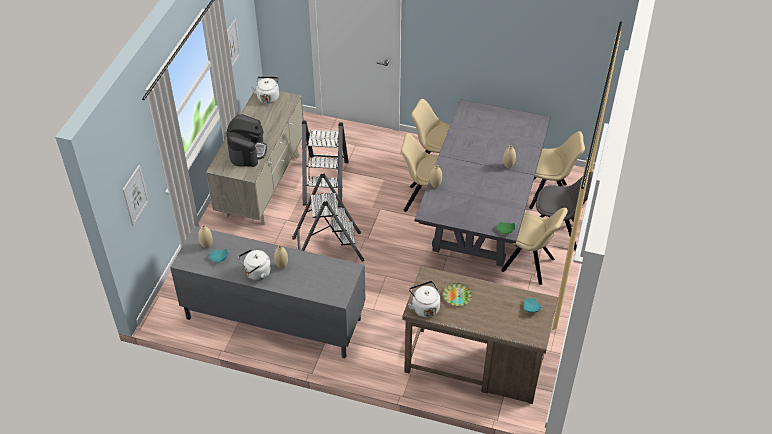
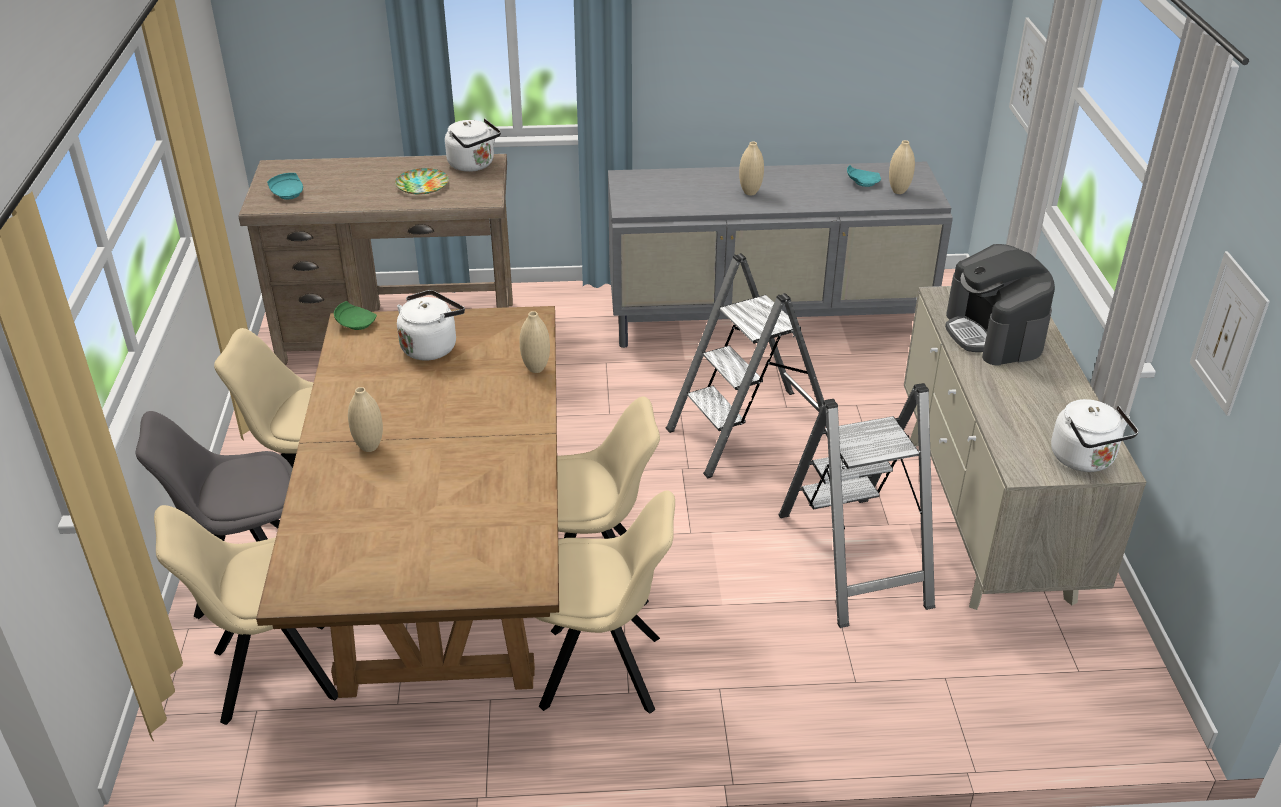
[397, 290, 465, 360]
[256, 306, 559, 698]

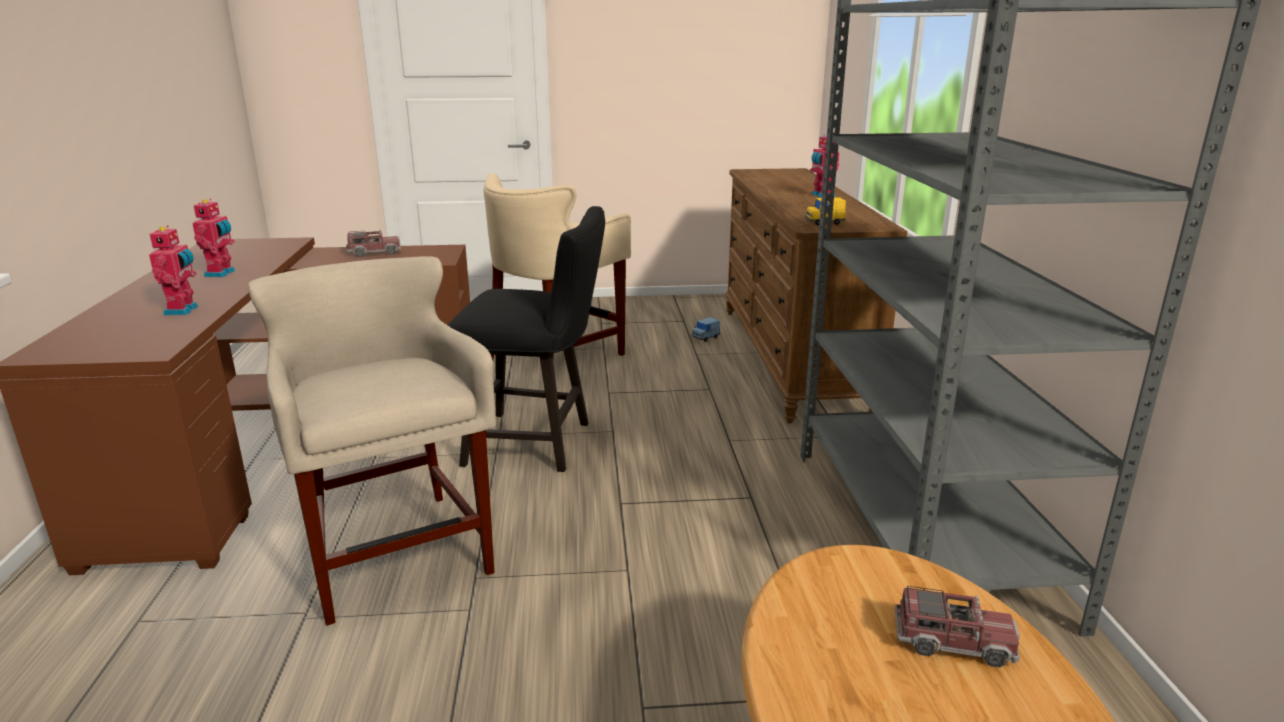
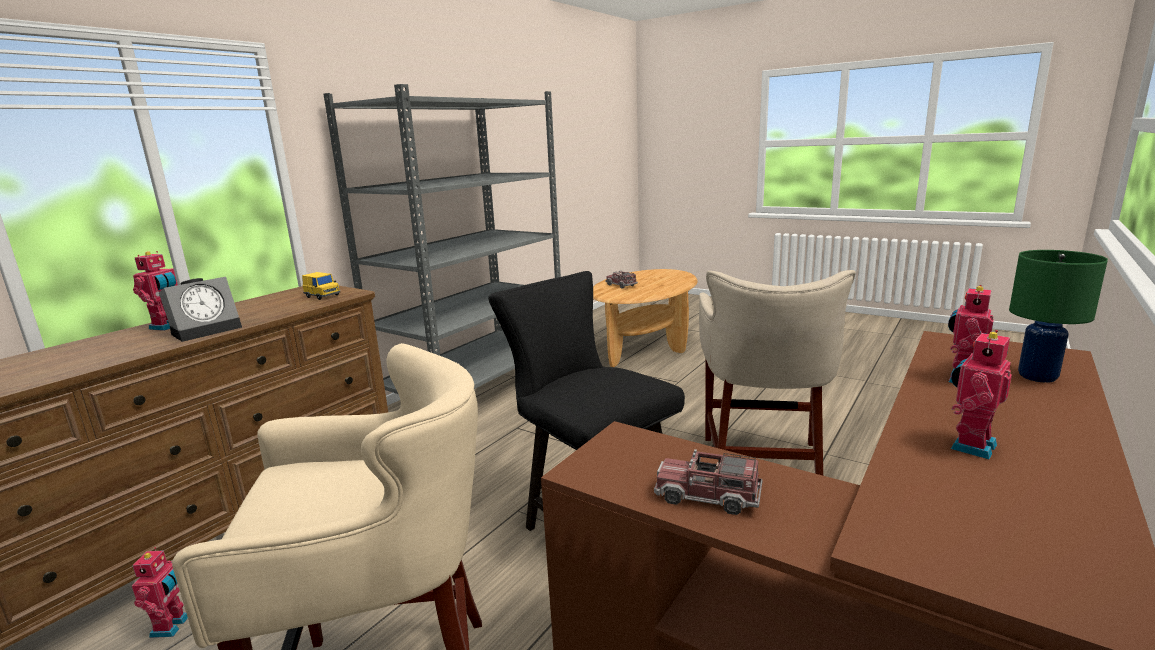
[132, 547, 188, 638]
[159, 277, 242, 342]
[1009, 250, 1108, 383]

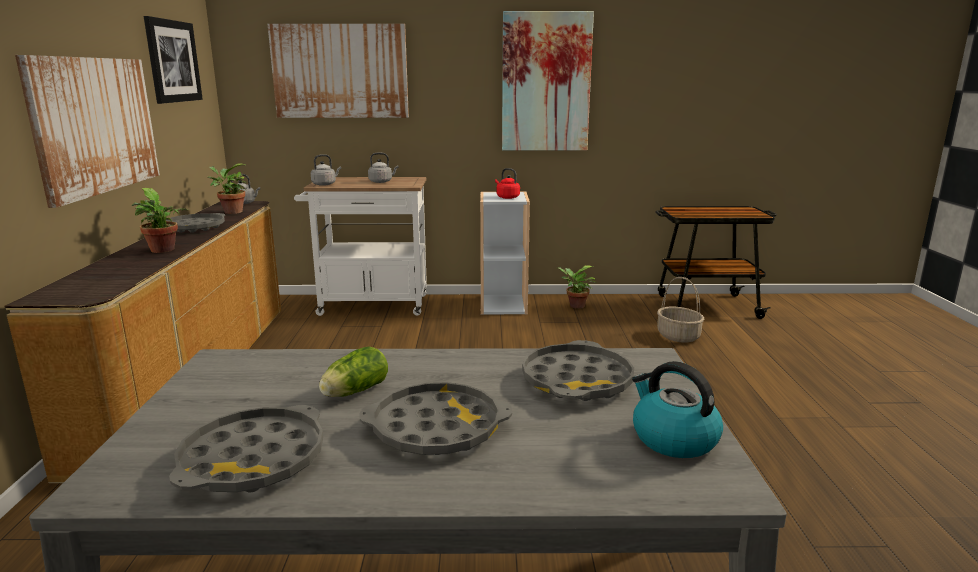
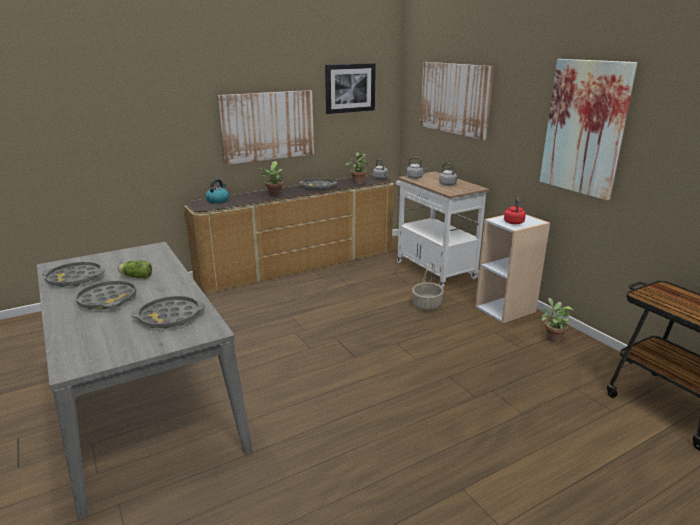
[205, 179, 229, 204]
[412, 262, 444, 311]

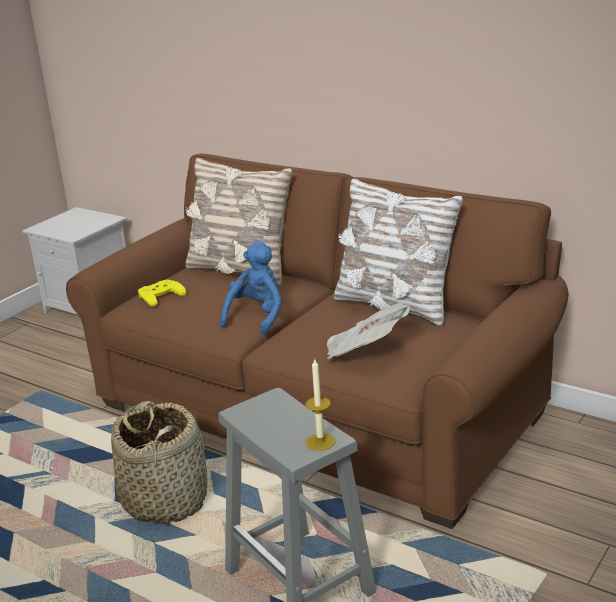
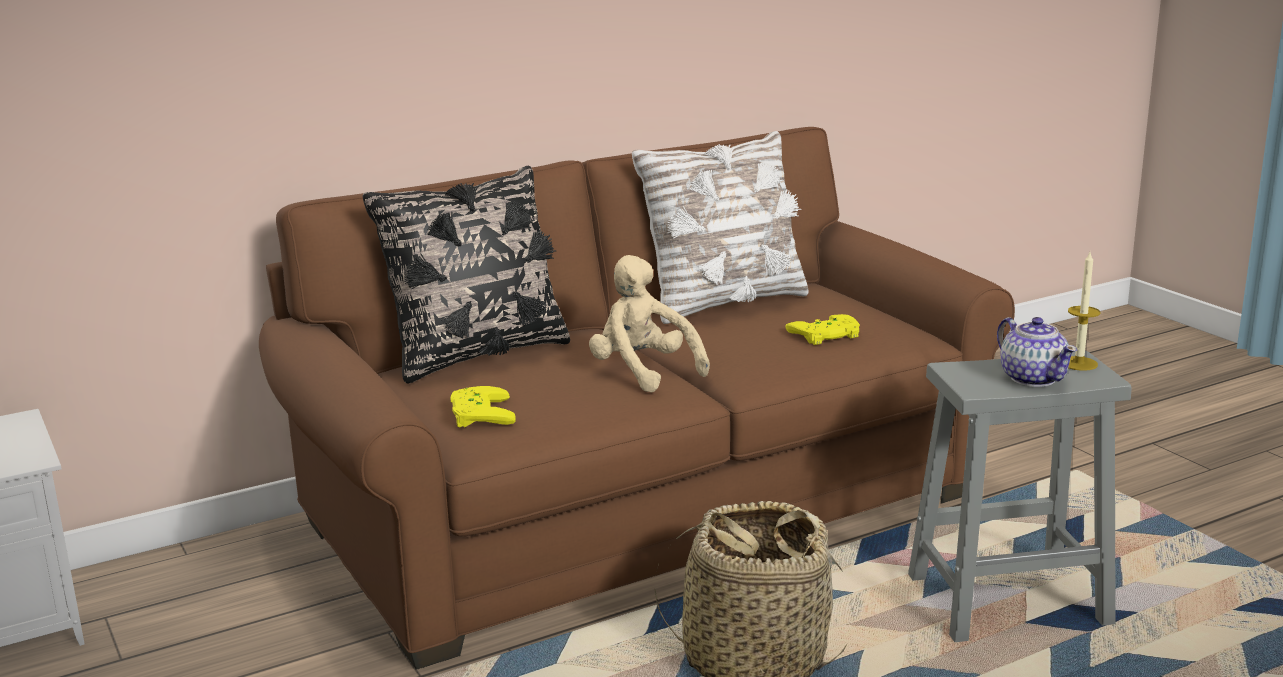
[363, 166, 570, 383]
[589, 255, 710, 393]
[785, 314, 860, 345]
[997, 317, 1077, 387]

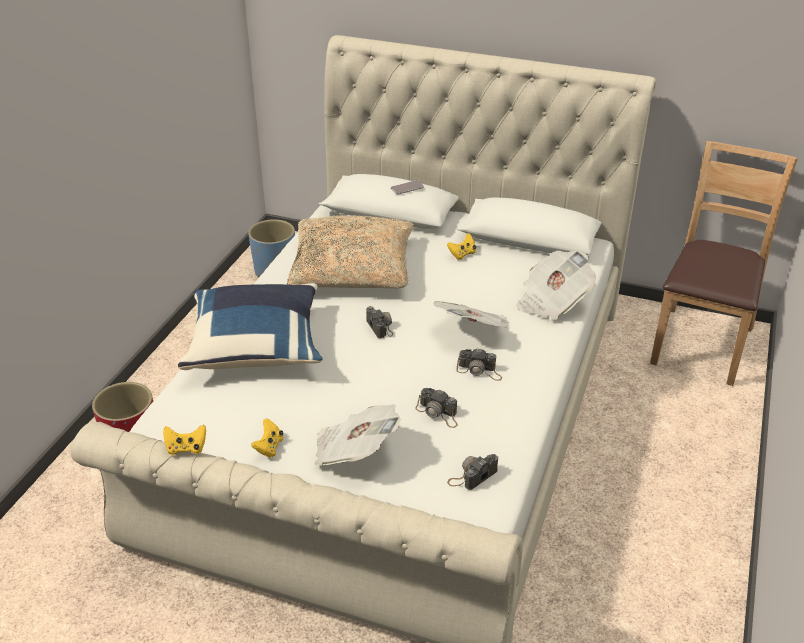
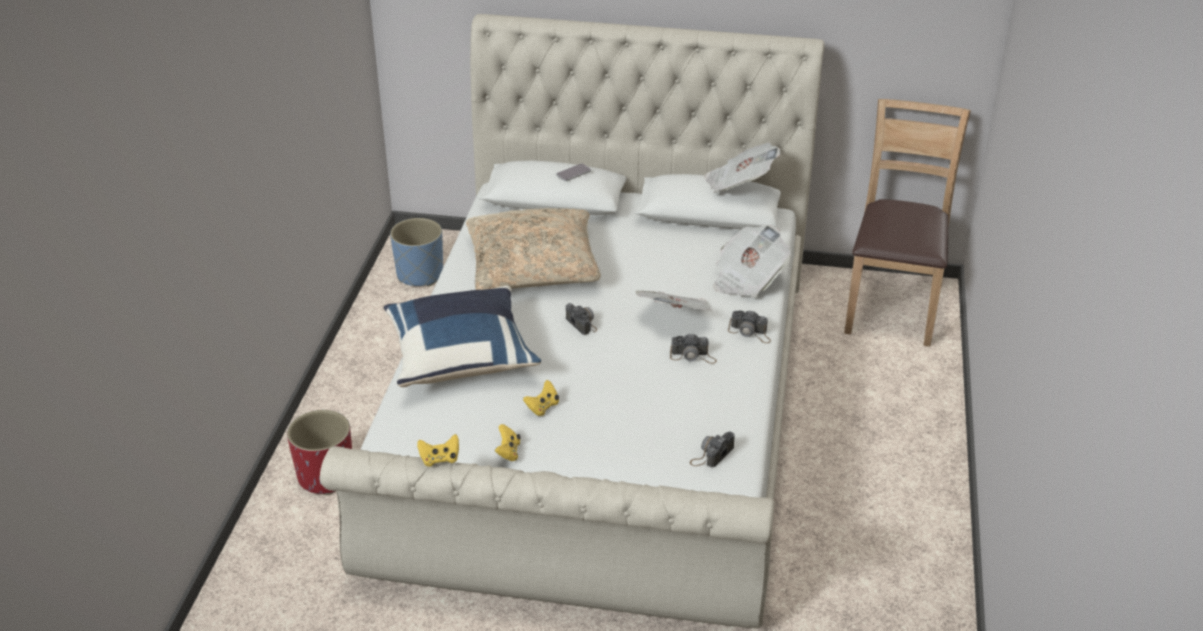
[704, 143, 780, 193]
[728, 310, 771, 343]
[523, 380, 559, 416]

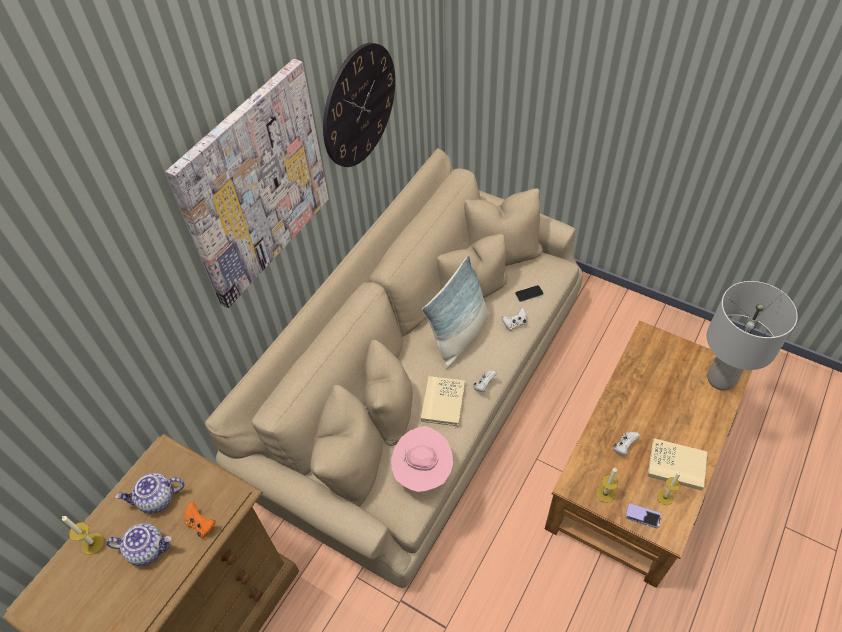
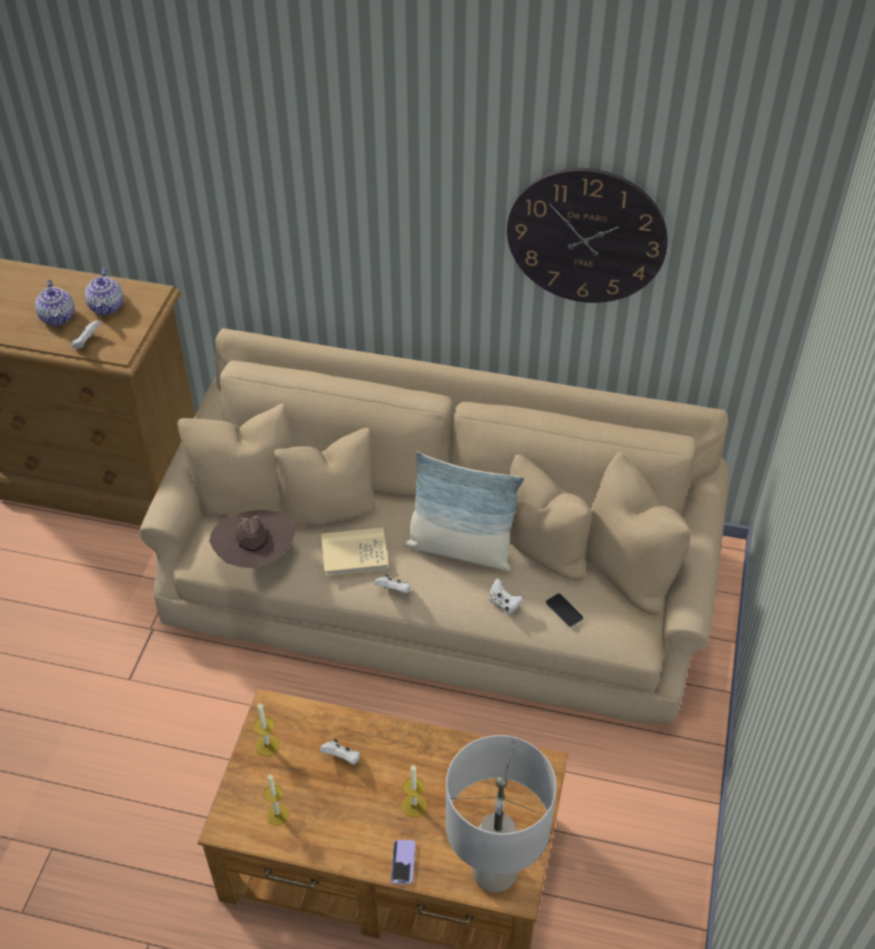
[402, 764, 427, 817]
[85, 268, 123, 316]
[166, 59, 329, 308] (first image)
[71, 320, 100, 349]
[209, 510, 296, 568]
[391, 840, 416, 884]
[647, 438, 707, 491] (first image)

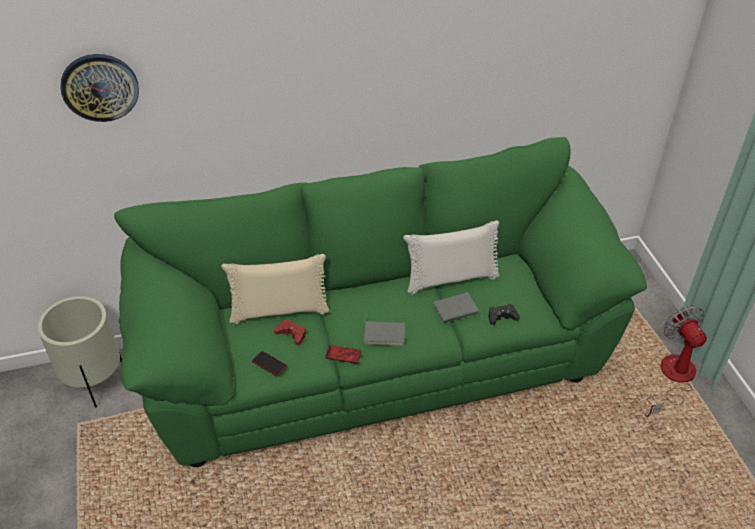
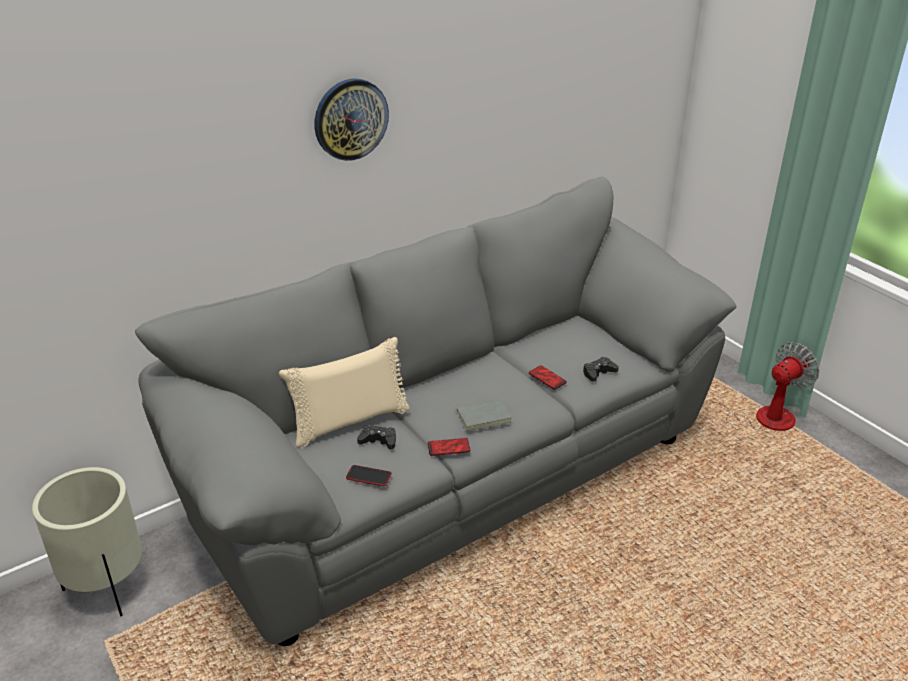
[314, 79, 389, 161]
[135, 176, 737, 646]
[357, 424, 396, 449]
[403, 221, 500, 295] (first image)
[529, 366, 567, 390]
[715, 342, 820, 431]

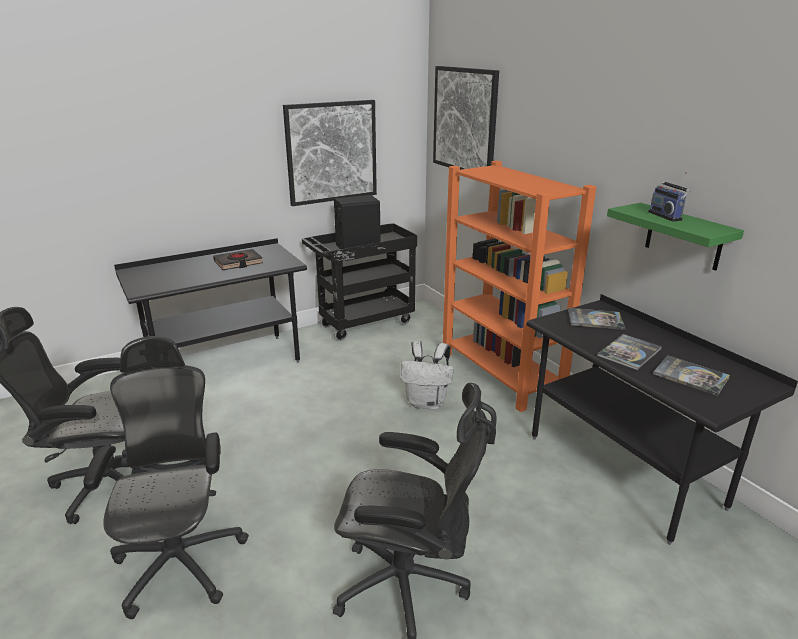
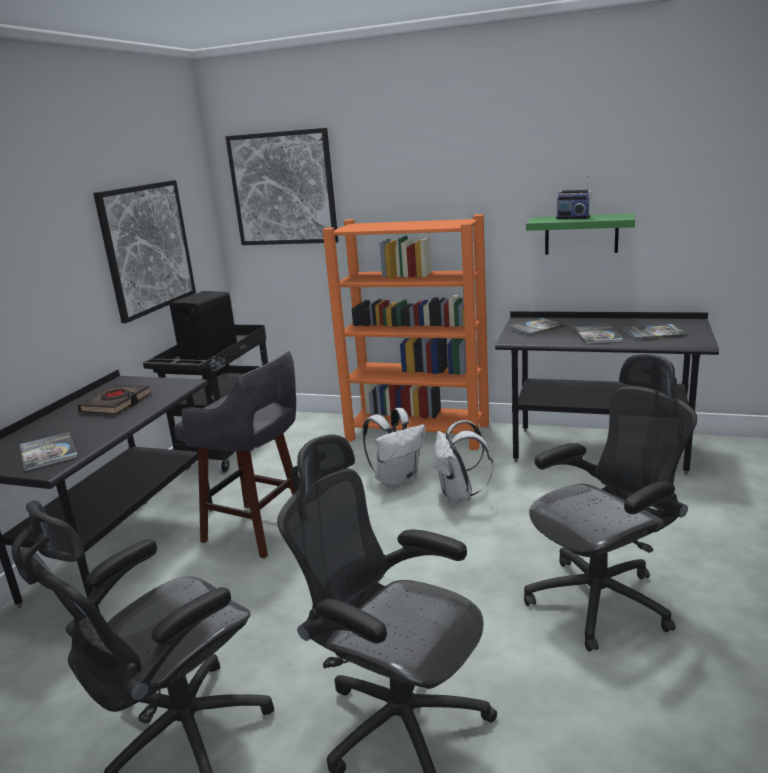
[20, 432, 78, 472]
[174, 351, 296, 559]
[434, 420, 493, 503]

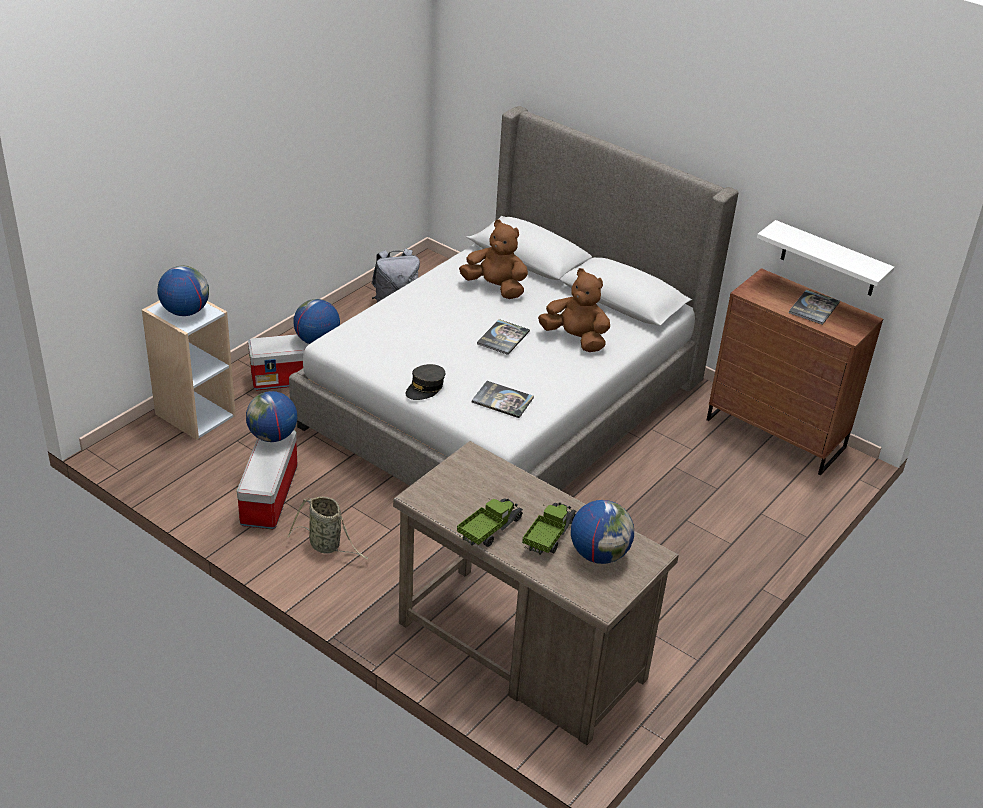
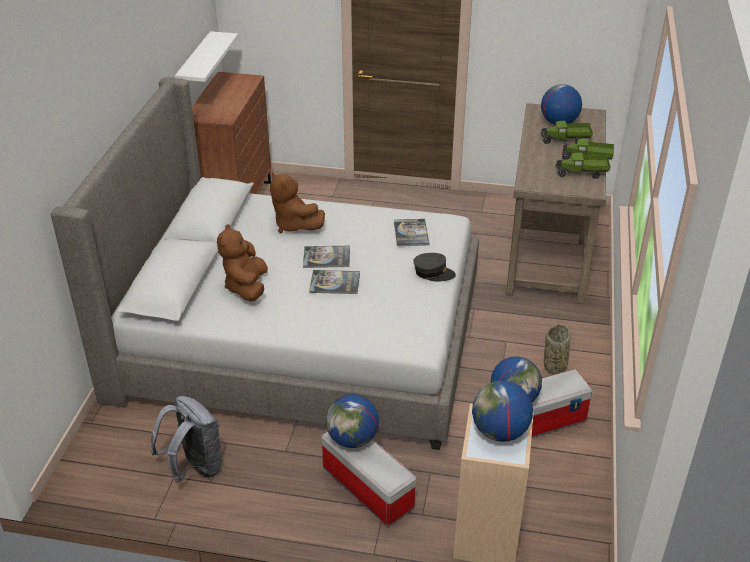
[270, 172, 325, 233]
[309, 270, 360, 294]
[555, 153, 611, 179]

